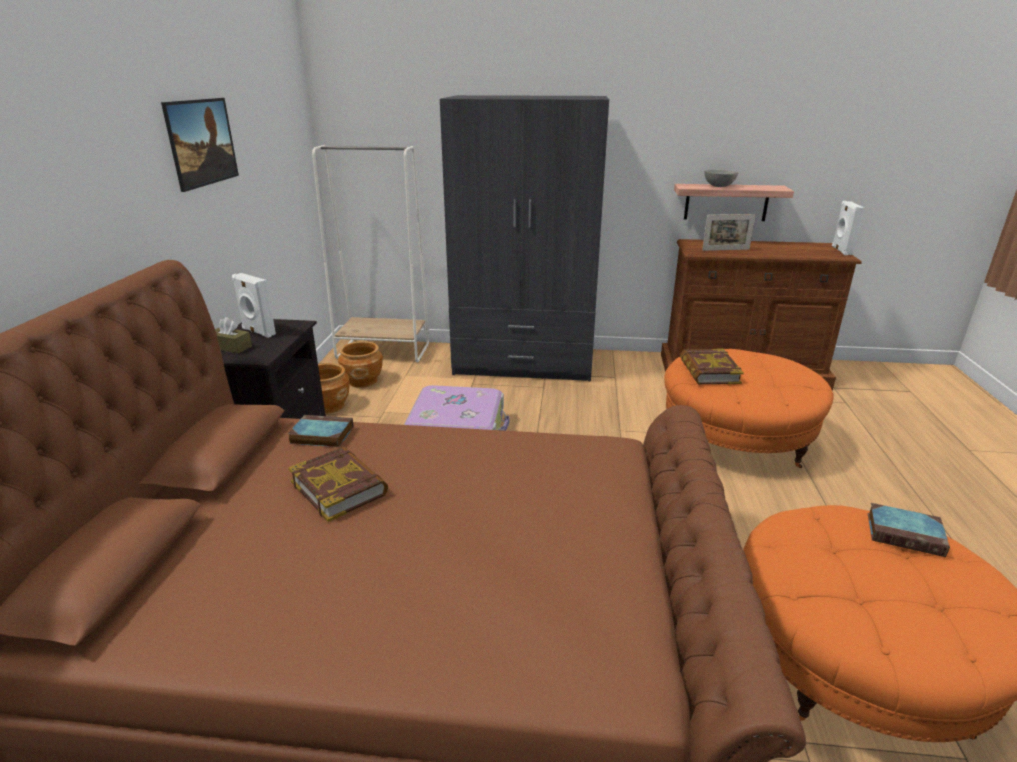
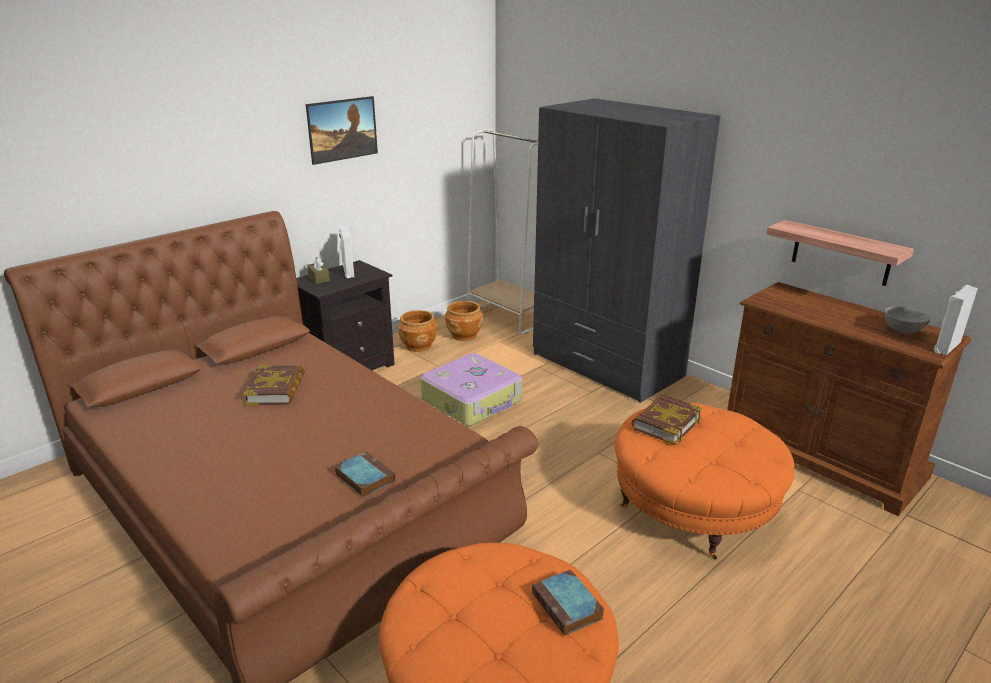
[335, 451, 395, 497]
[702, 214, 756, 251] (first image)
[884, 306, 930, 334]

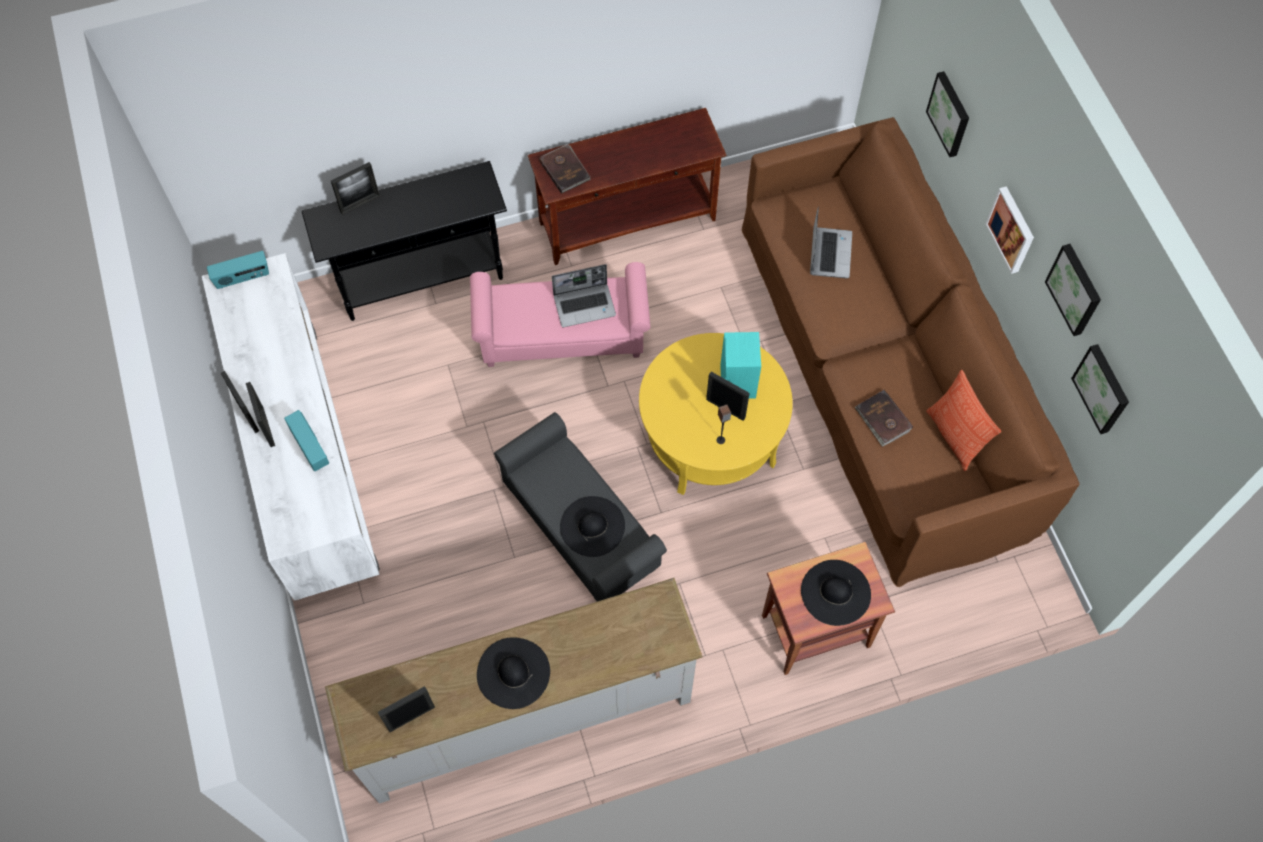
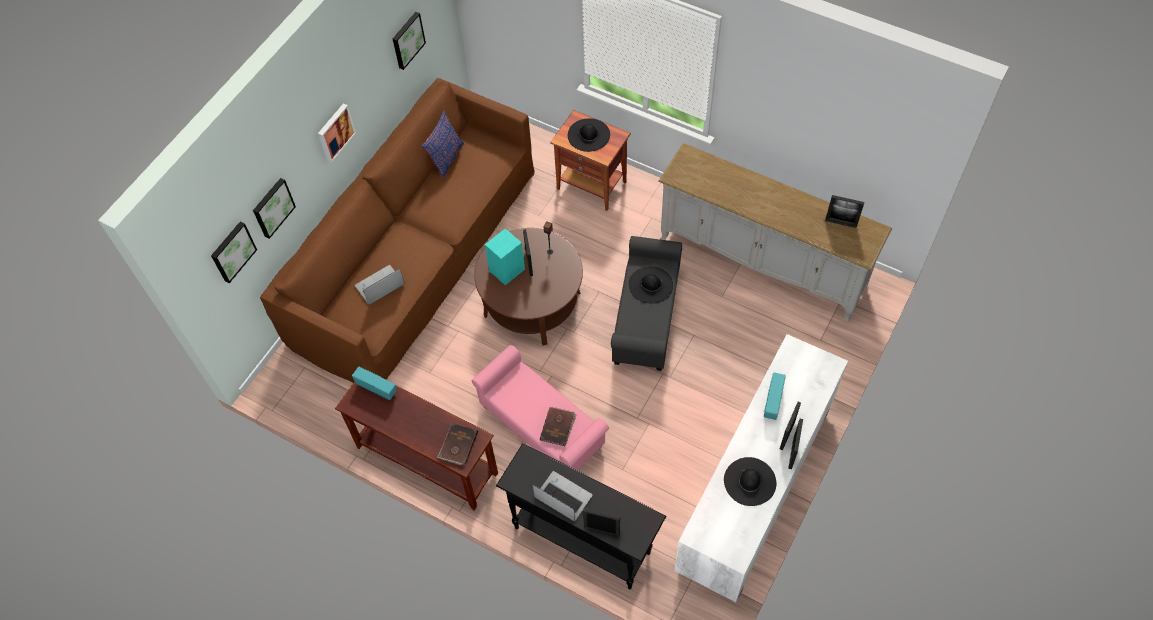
[352, 367, 396, 400]
[724, 457, 776, 506]
[533, 471, 592, 522]
[474, 228, 583, 346]
[540, 407, 577, 446]
[422, 111, 464, 179]
[211, 222, 257, 283]

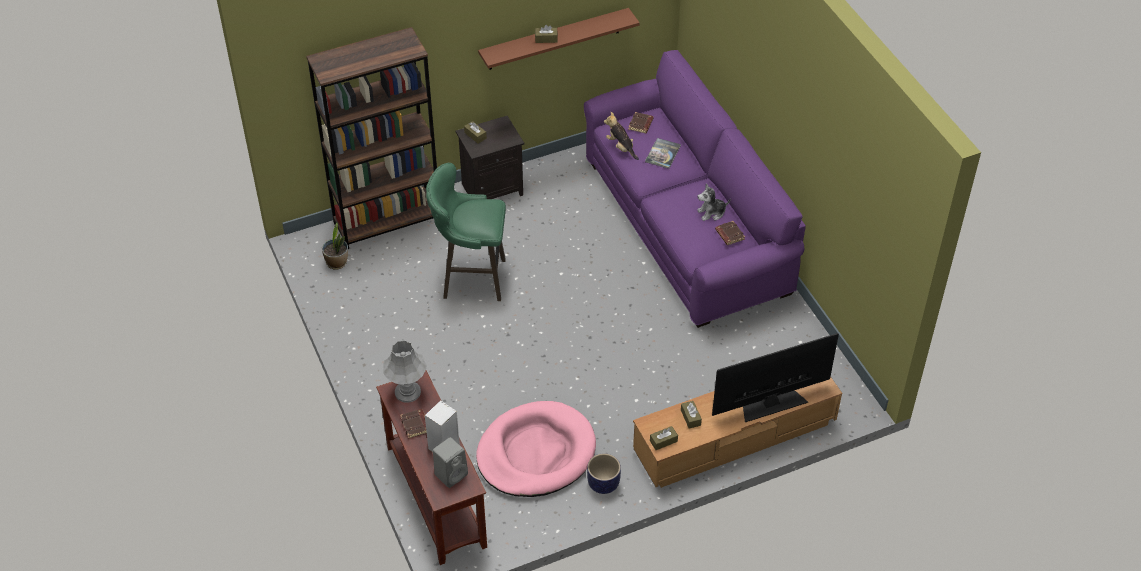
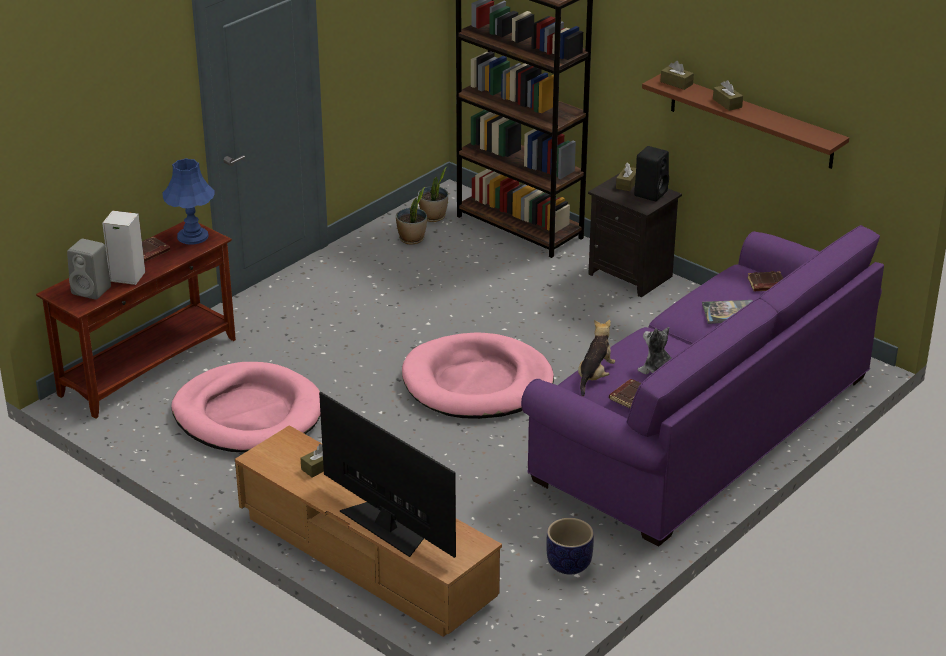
[162, 158, 215, 244]
[426, 162, 506, 301] (first image)
[546, 518, 594, 575]
[578, 320, 615, 396]
[660, 61, 694, 90]
[396, 187, 427, 245]
[402, 332, 554, 419]
[634, 146, 669, 201]

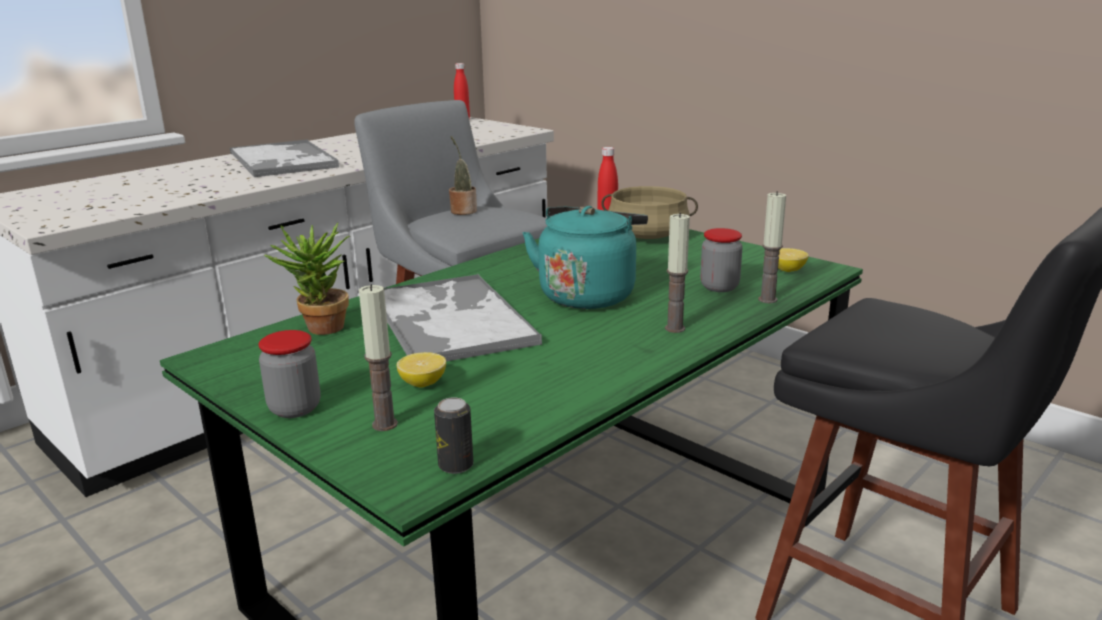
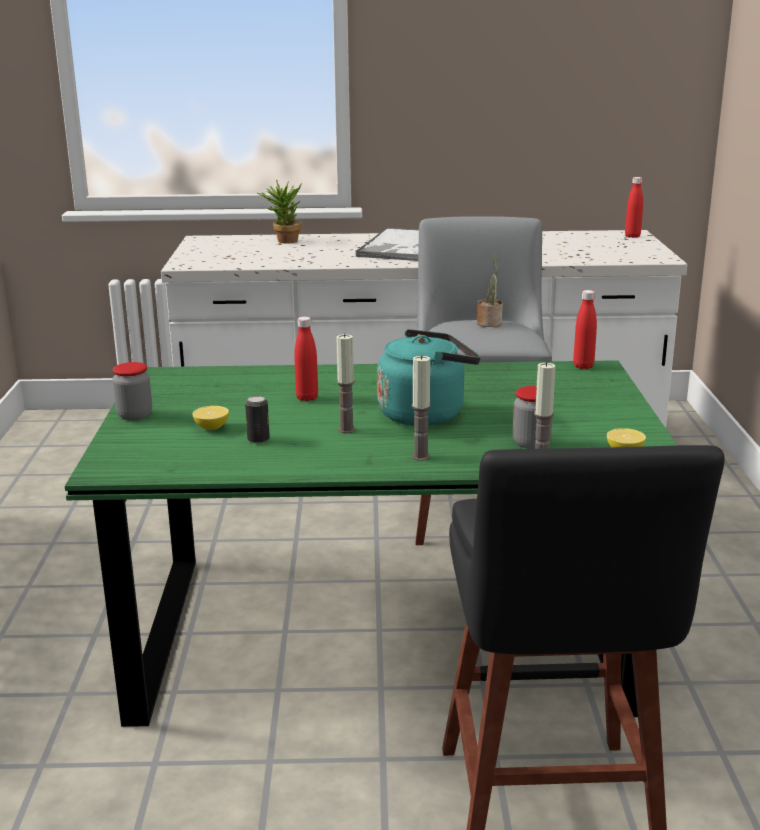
[257, 179, 302, 244]
[336, 334, 355, 433]
[294, 317, 318, 401]
[245, 396, 270, 444]
[601, 186, 698, 239] (first image)

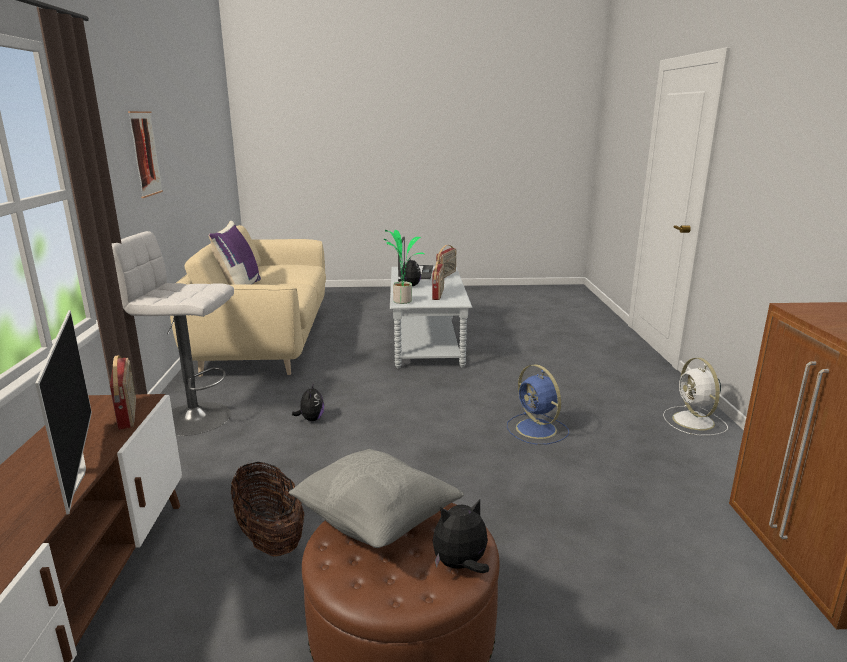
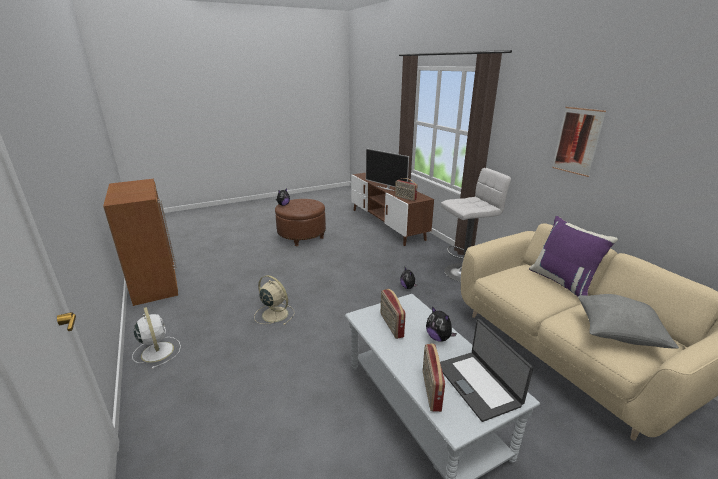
[231, 462, 305, 556] (first image)
[578, 294, 679, 349]
[384, 230, 424, 304] (first image)
[254, 275, 295, 325]

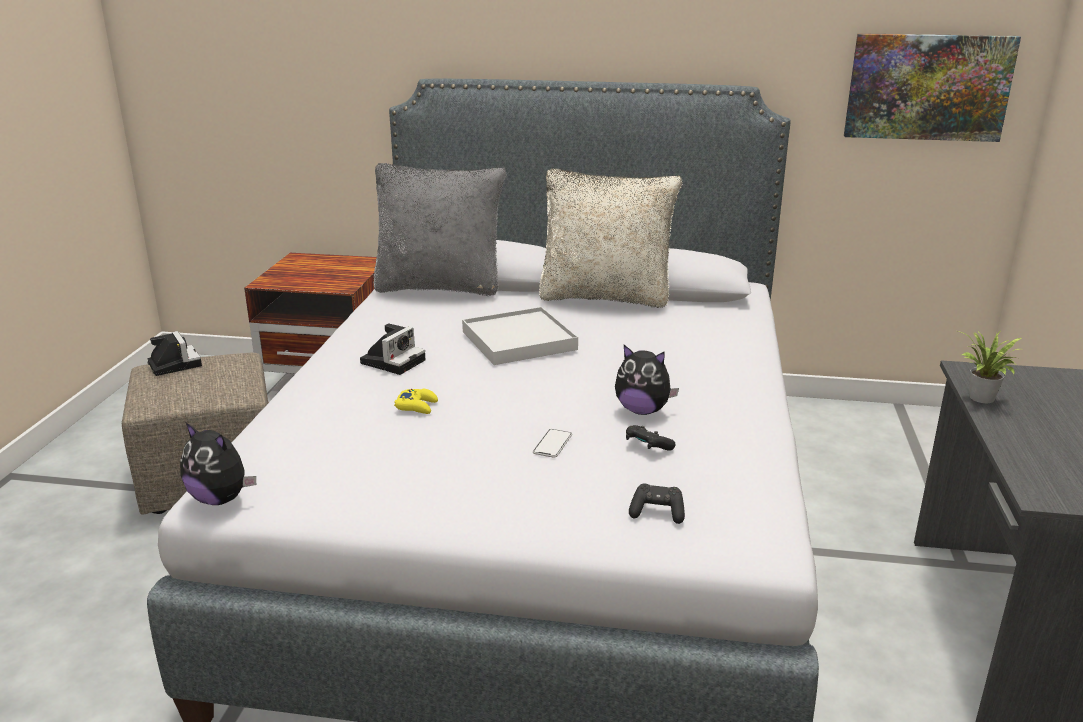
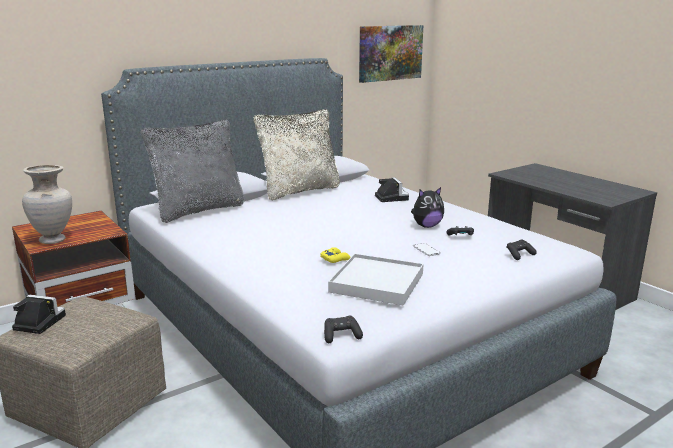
[324, 315, 363, 343]
[375, 177, 409, 202]
[328, 254, 423, 305]
[958, 331, 1021, 403] (first image)
[22, 165, 72, 244]

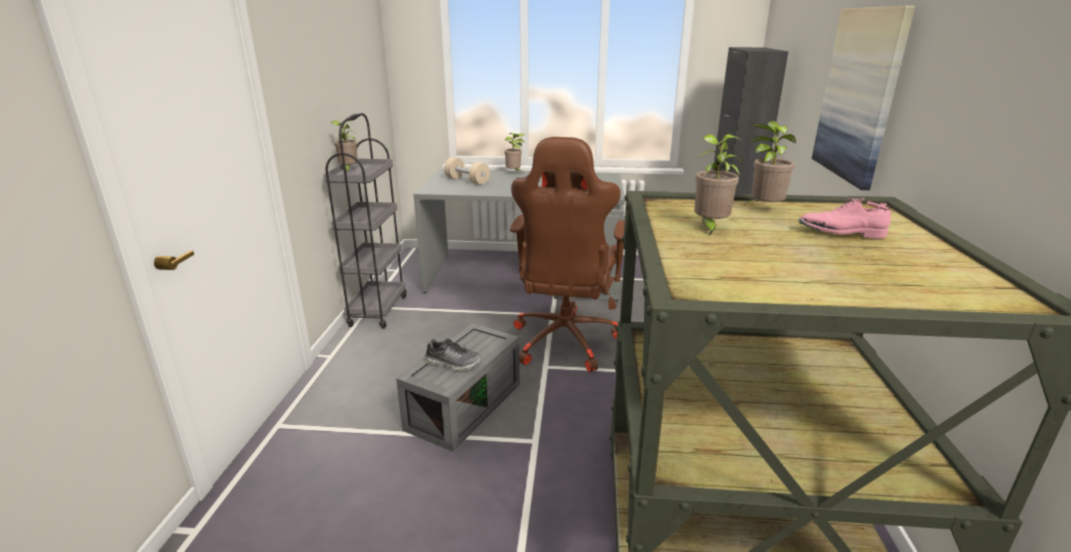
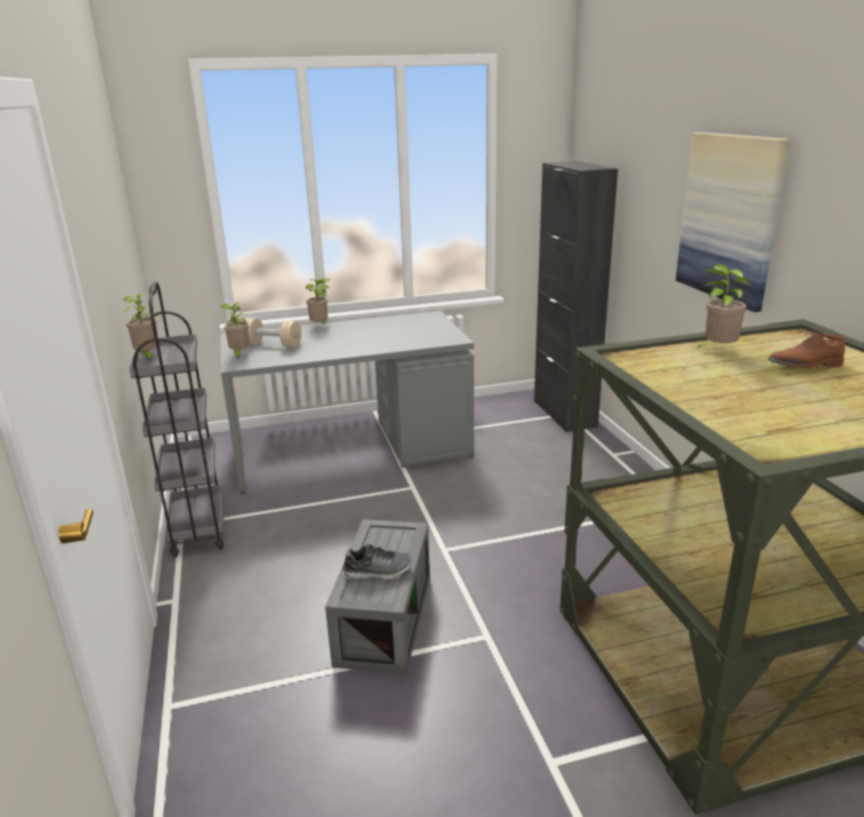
[510, 137, 625, 372] (first image)
[221, 302, 250, 360]
[768, 332, 845, 368]

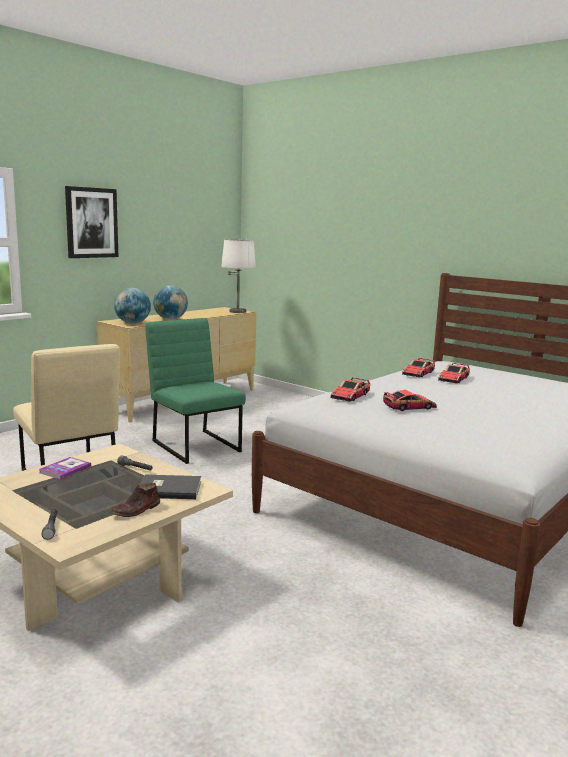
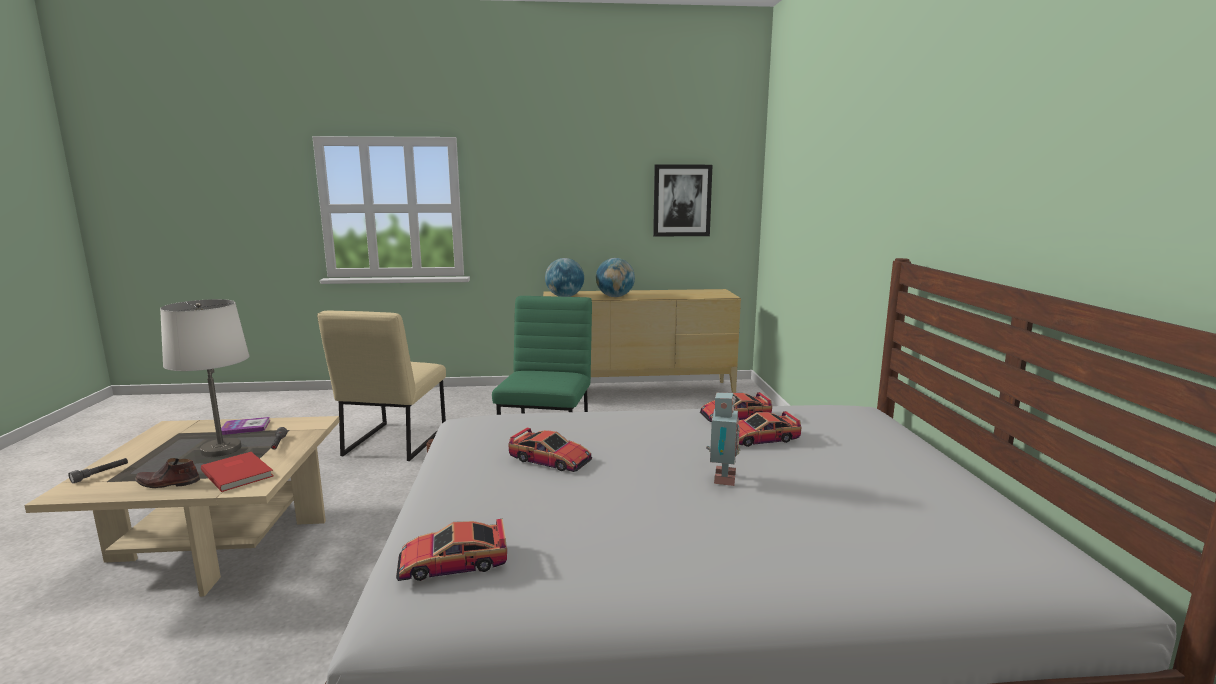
[653, 165, 712, 237]
[201, 452, 273, 492]
[160, 299, 250, 457]
[396, 519, 507, 581]
[706, 393, 741, 486]

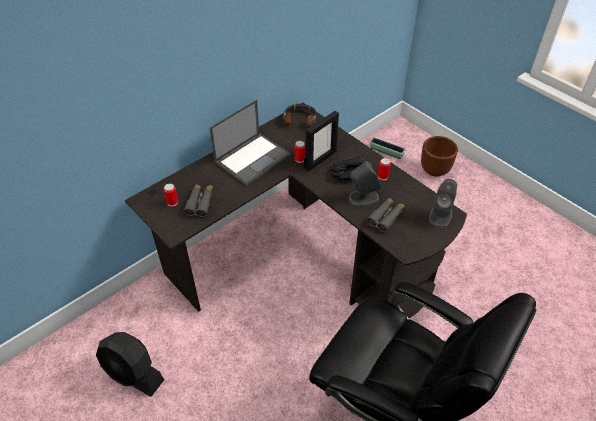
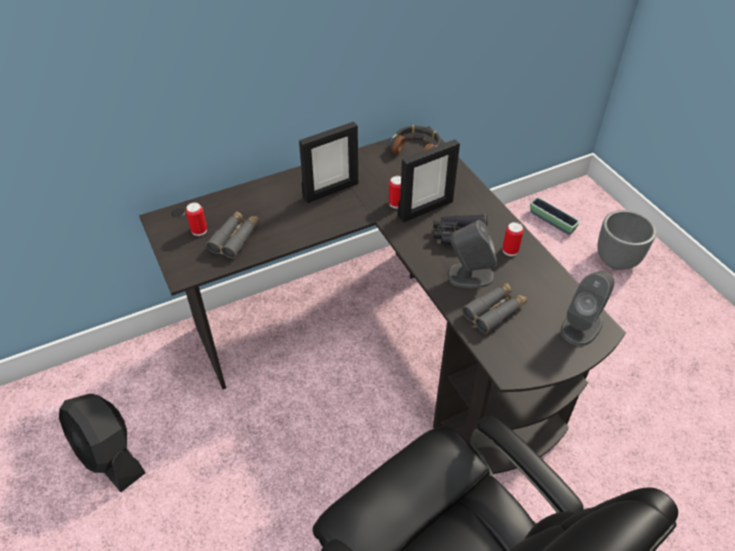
[299, 121, 358, 203]
[597, 210, 656, 270]

